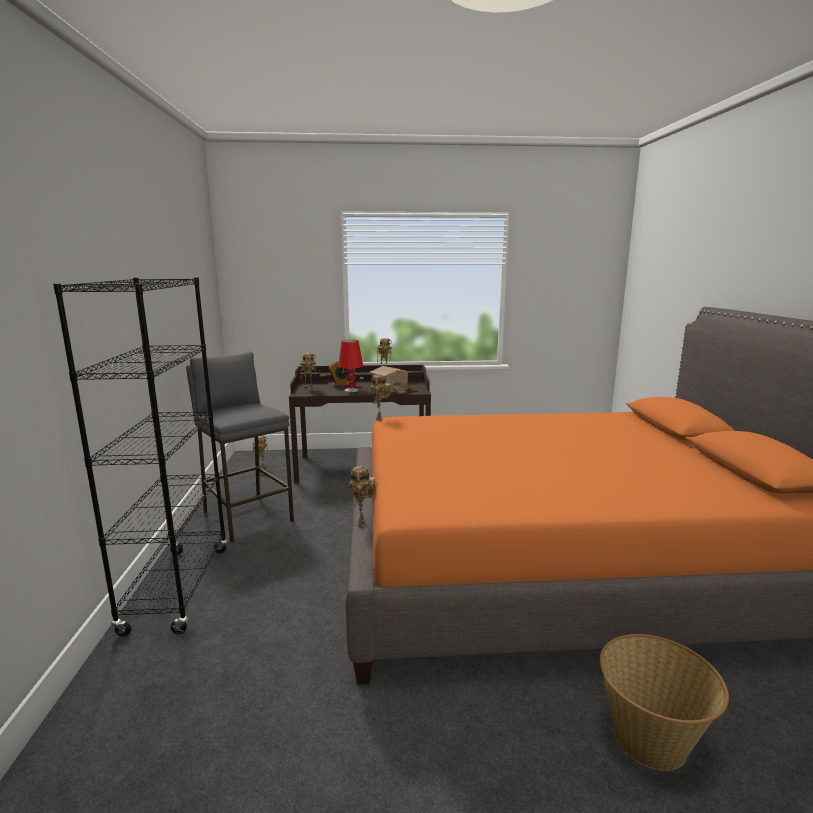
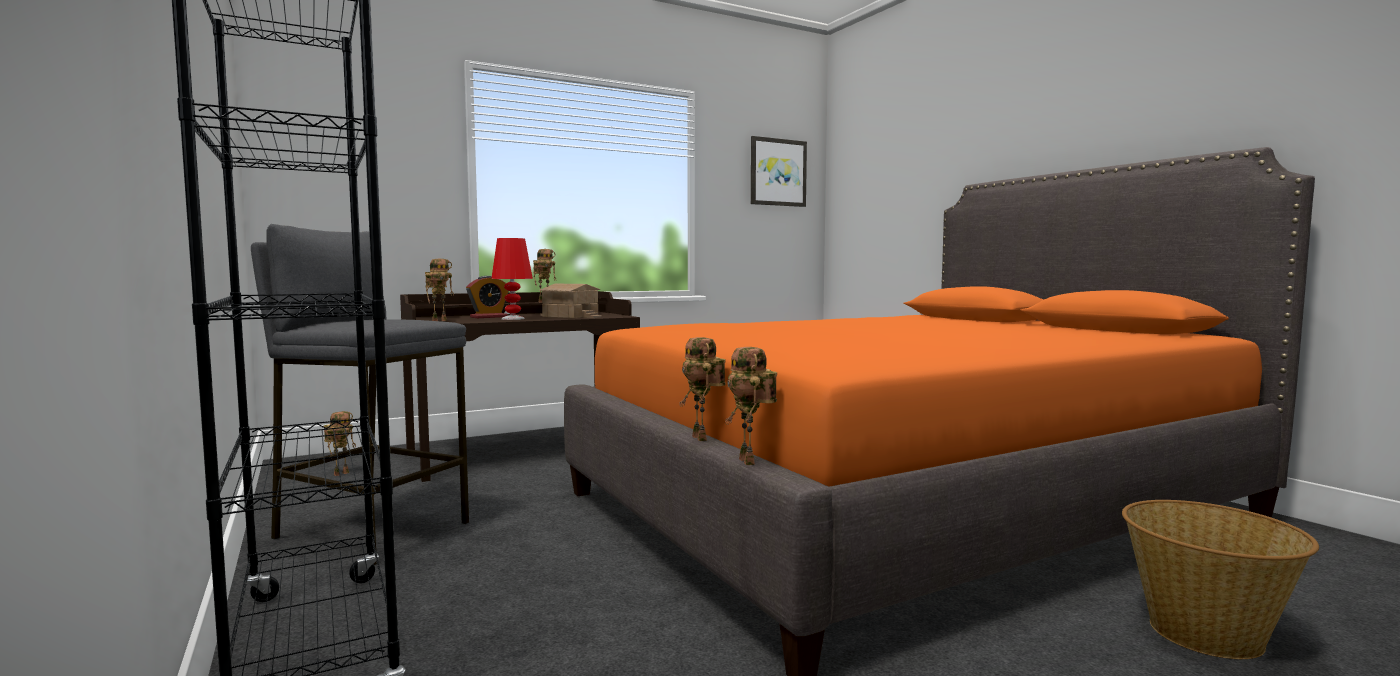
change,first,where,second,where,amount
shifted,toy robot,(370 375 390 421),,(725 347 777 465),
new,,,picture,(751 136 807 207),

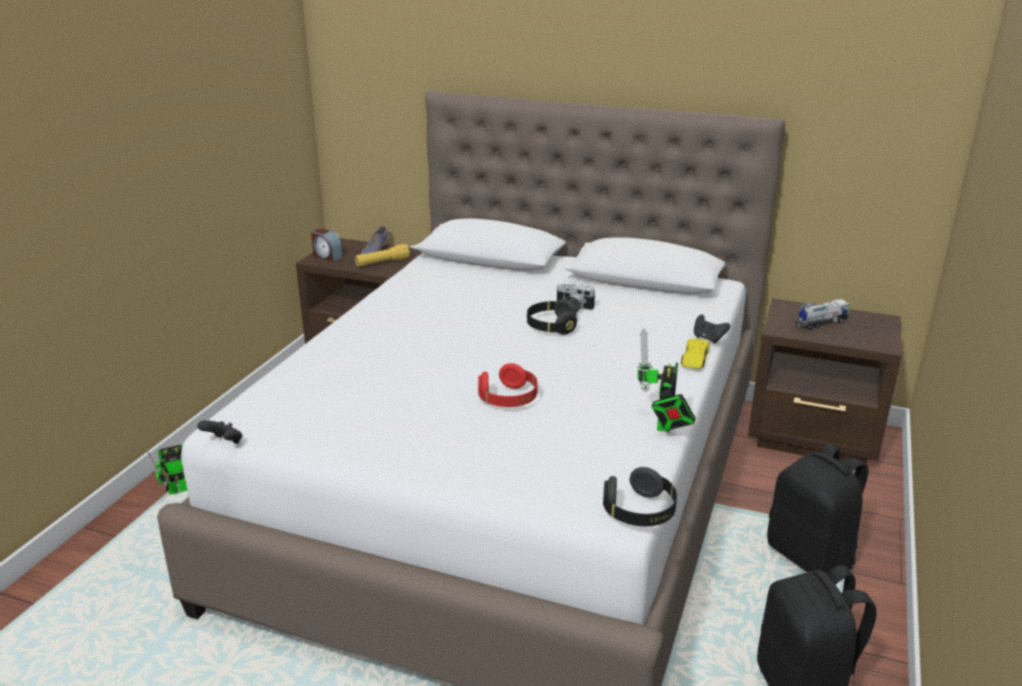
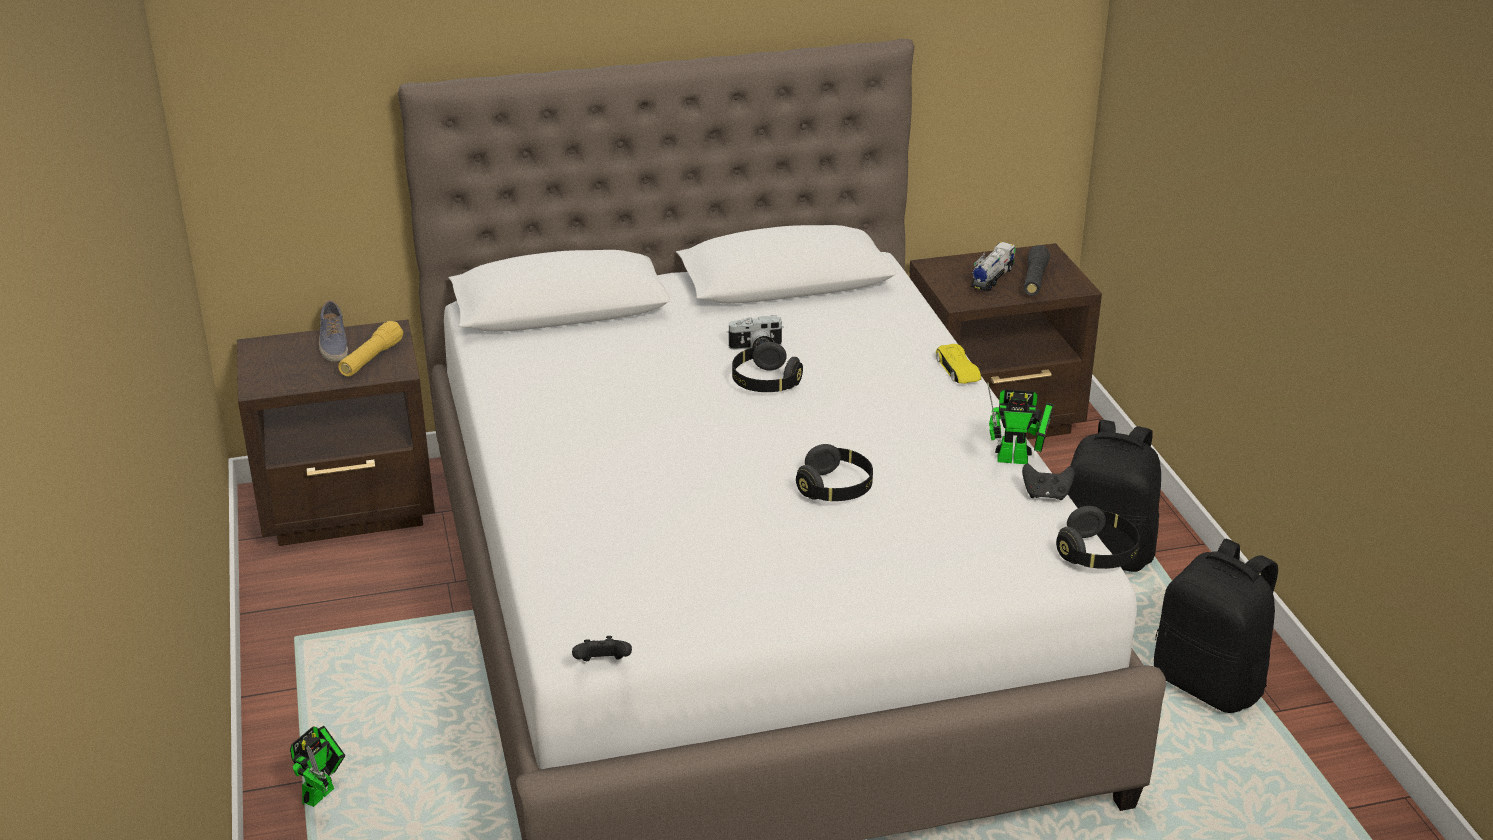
change,first,where,second,where,amount
repainted,headphones in red,(478 363 538 407),headphones in black,(796 444 873 501),
rotated,toy robot,(637 328 696 432),,(987 382 1054 464),60 degrees counterclockwise
shifted,game controller in black,(694 315 730 344),,(1022 463 1075 500),
new,,,flashlight in black,(1023 245 1050 296),
gone,alarm clock,(311 228 343 261),,,

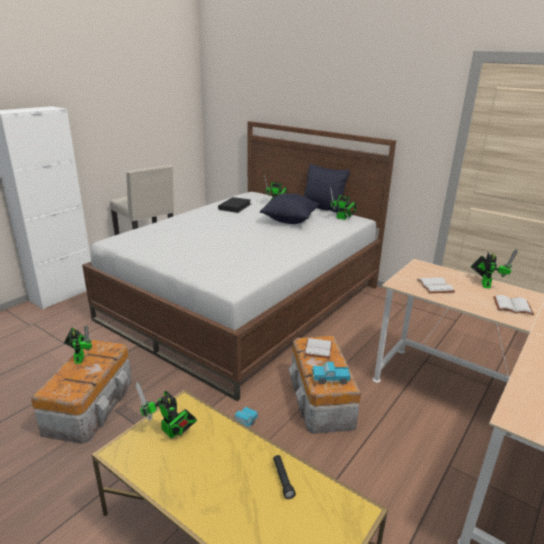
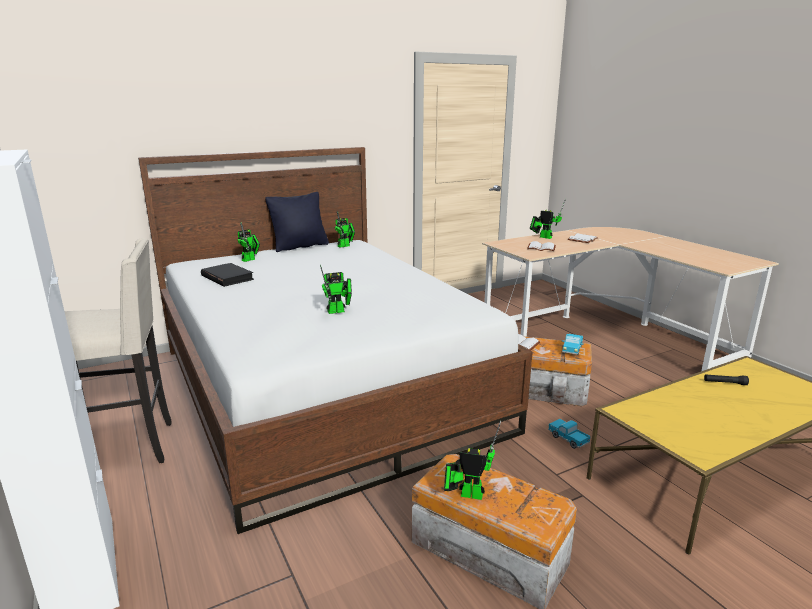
change,first,where,second,where,amount
shifted,toy robot,(136 382 197 438),,(320 264 352 314),
gone,pillow in black,(260 193 319 224),,,

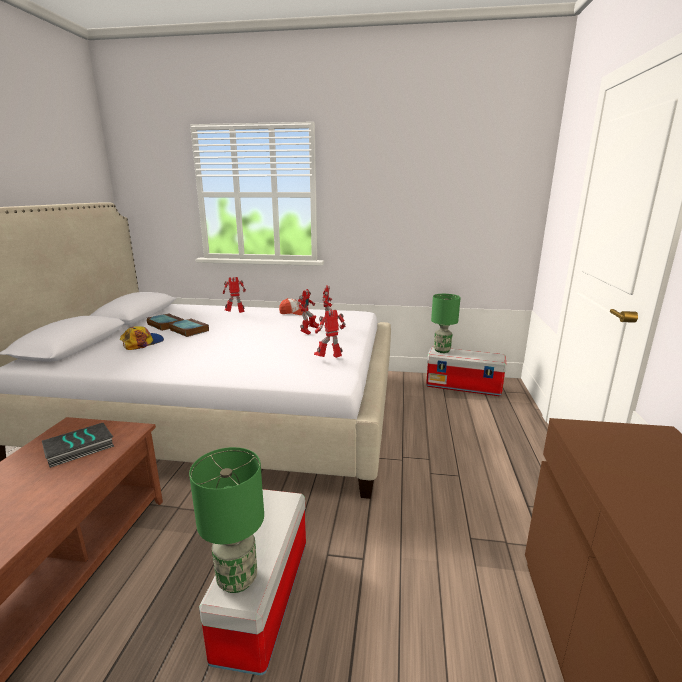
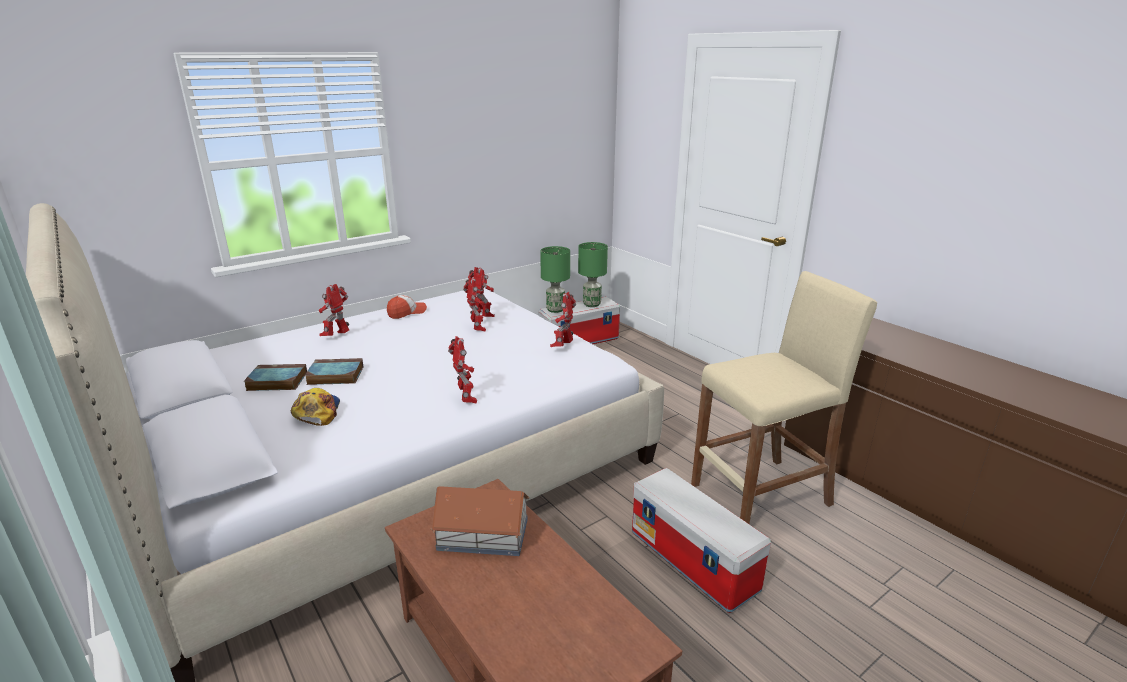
change,first,where,second,where,amount
swapped,book,(42 423 114 468),toy house,(430 486 529 556),
new,,,toy robot,(448 336 477 404),
shifted,table lamp in green,(189 447 264 593),,(578 242 608 307),
new,,,stool in beige,(691 271 877 524),

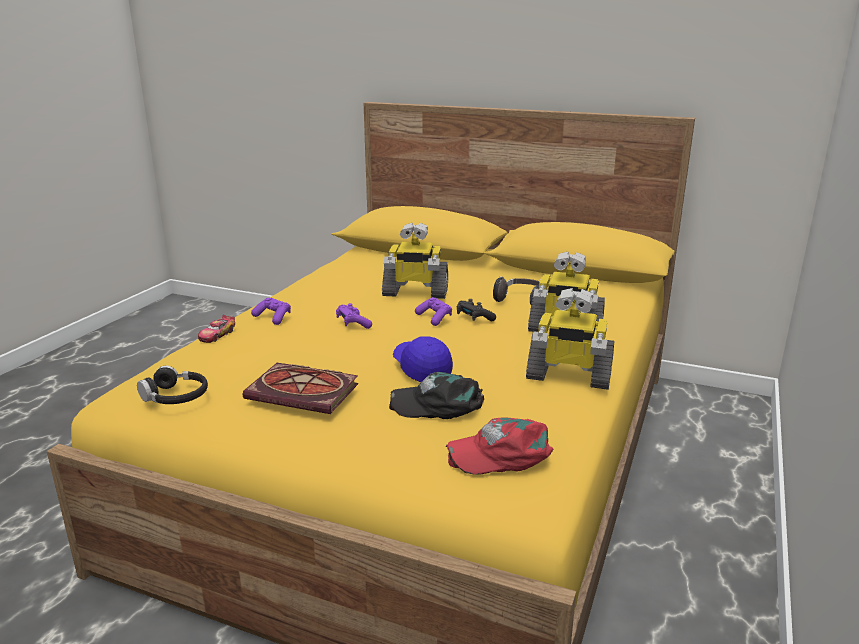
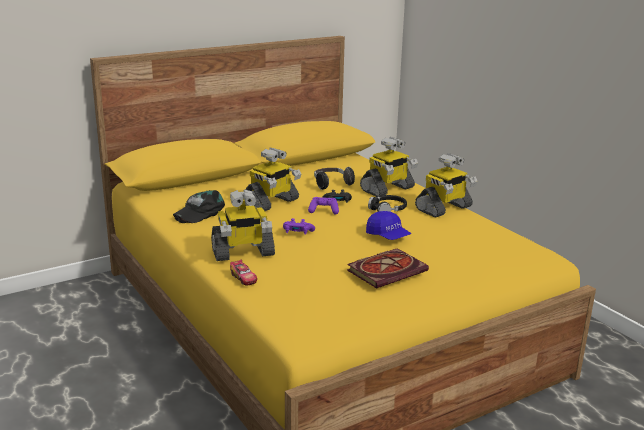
change,first,where,second,where,amount
shifted,cap in black,(389 372 484 419),,(173 190 225 223),
swapped,game controller in purple,(251 298 291 325),toy robot,(211 189 275 261),
rotated,cap in blue,(393 336 453 382),,(366 211 411 240),135 degrees counterclockwise
shifted,headphones in black,(137 365 208 404),,(368 195 407 212),
gone,cap in red,(446 418 553 475),,,

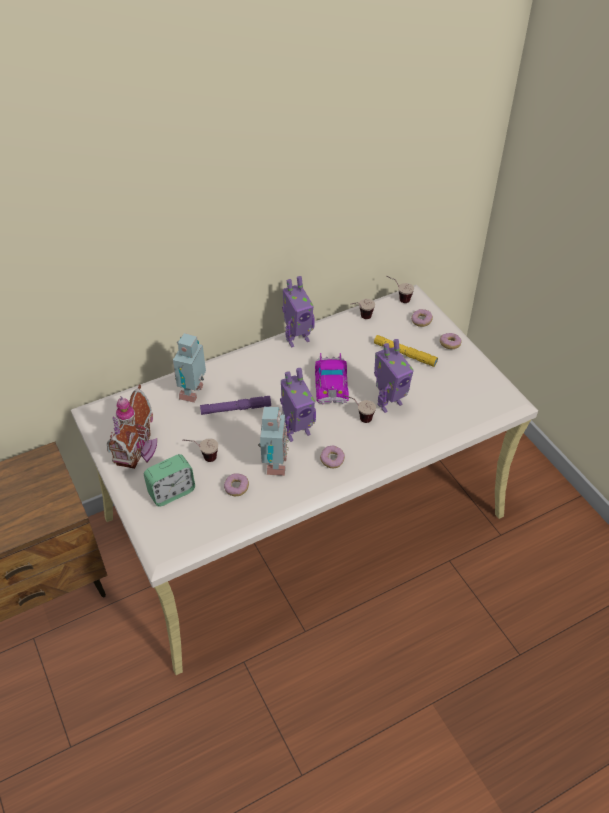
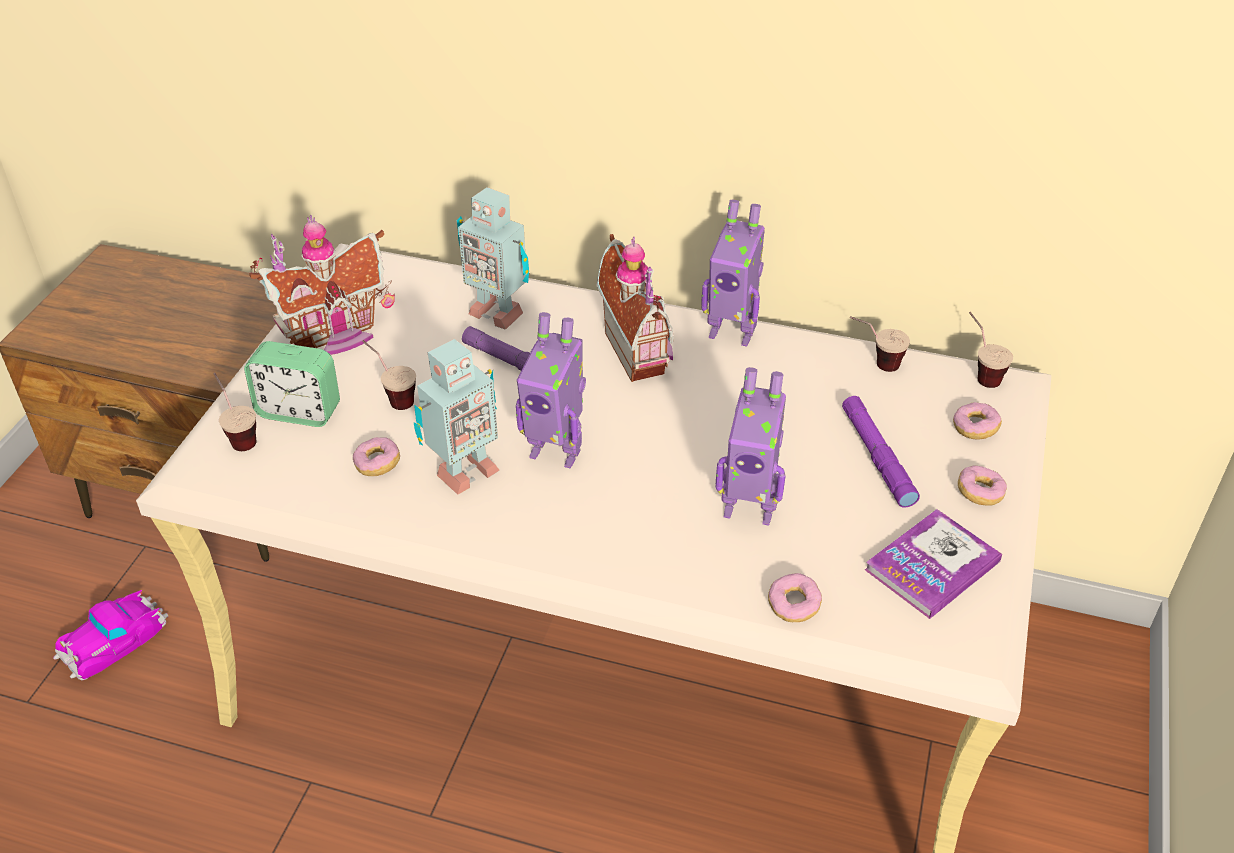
change,first,where,second,where,amount
shifted,toy car,(315 353 349 404),,(53 590 168 680),
shifted,cup,(343 395 376 423),,(213 372 256 451),
rotated,toy robot,(173 333 206 403),,(457 187 529 330),120 degrees counterclockwise
new,,,toy house,(596 234 674 382),
shifted,donut,(320 445 345 468),,(768 573 822 622),
repainted,flashlight in yellow,(374 335 438 367),flashlight in purple,(842 396 920 508),
new,,,book,(865 509 1002 619),

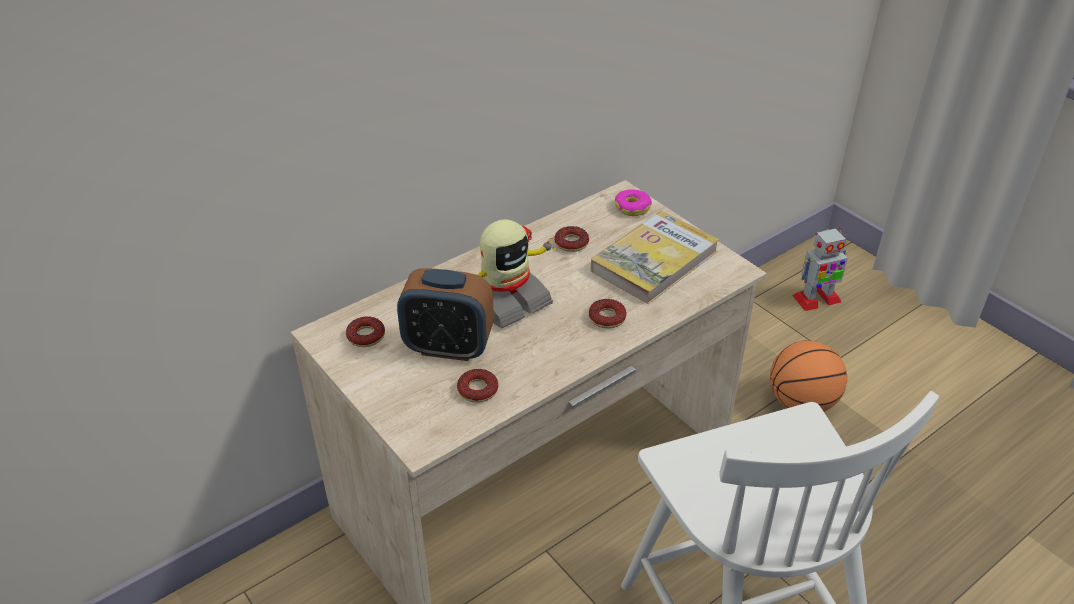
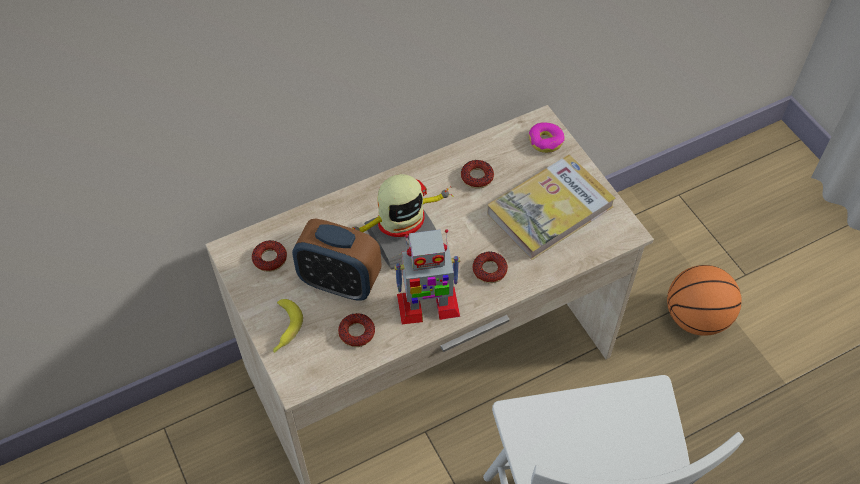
change,first,where,second,where,amount
new,,,banana,(273 299 303 353),
shifted,toy robot,(792 227 848 311),,(394 229 460 324),

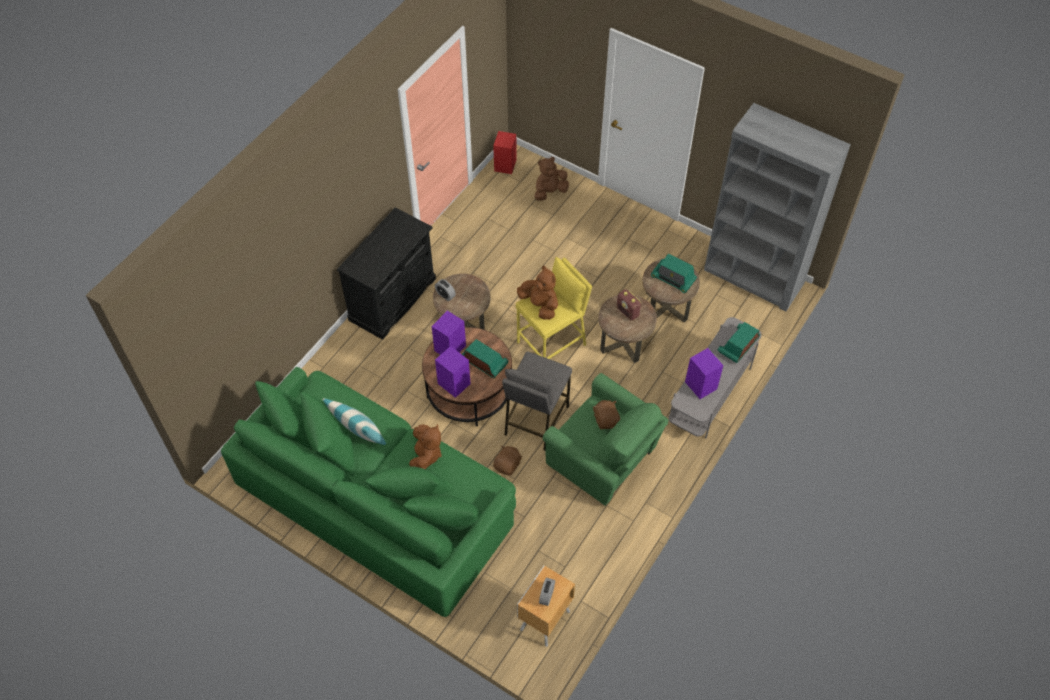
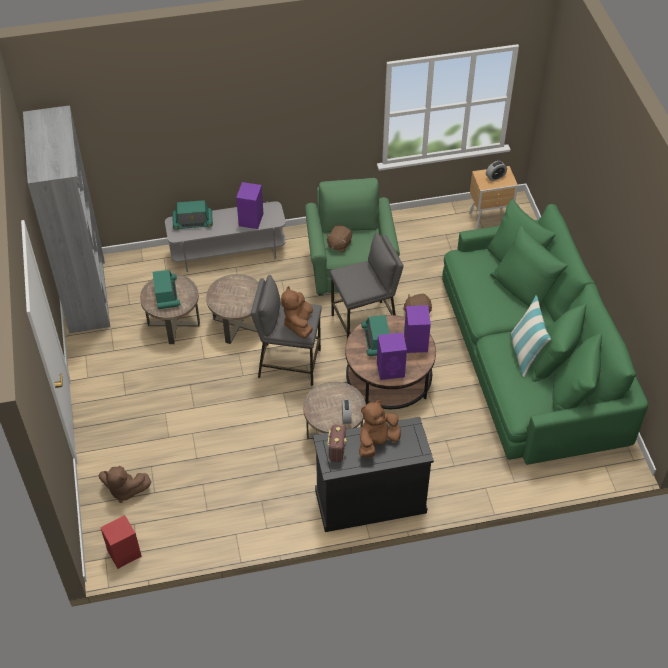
change,first,where,second,where,amount
repainted,stool in yellow,(516 257 592 359),stool in grey,(251 275 322 386),
shifted,radio,(617 289 641 321),,(327 425 347 462),
shifted,plush toy in brown,(409 424 442 469),,(359 400 401 458),

